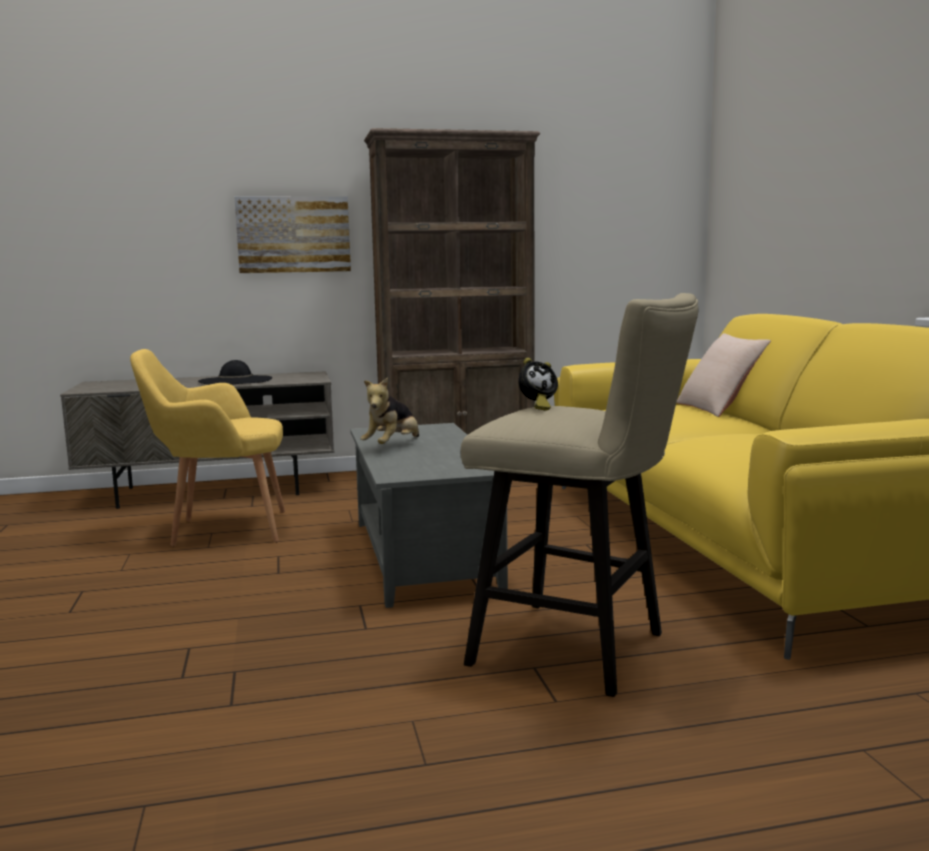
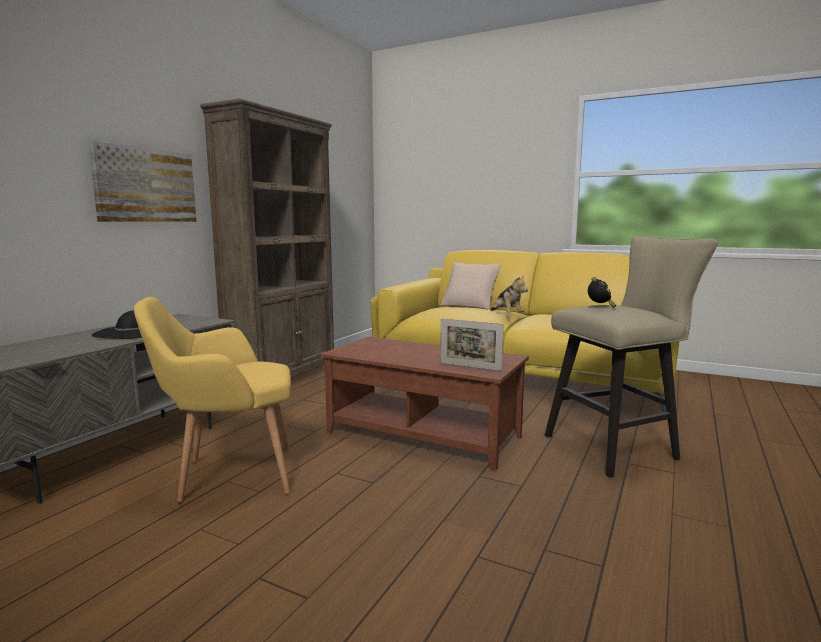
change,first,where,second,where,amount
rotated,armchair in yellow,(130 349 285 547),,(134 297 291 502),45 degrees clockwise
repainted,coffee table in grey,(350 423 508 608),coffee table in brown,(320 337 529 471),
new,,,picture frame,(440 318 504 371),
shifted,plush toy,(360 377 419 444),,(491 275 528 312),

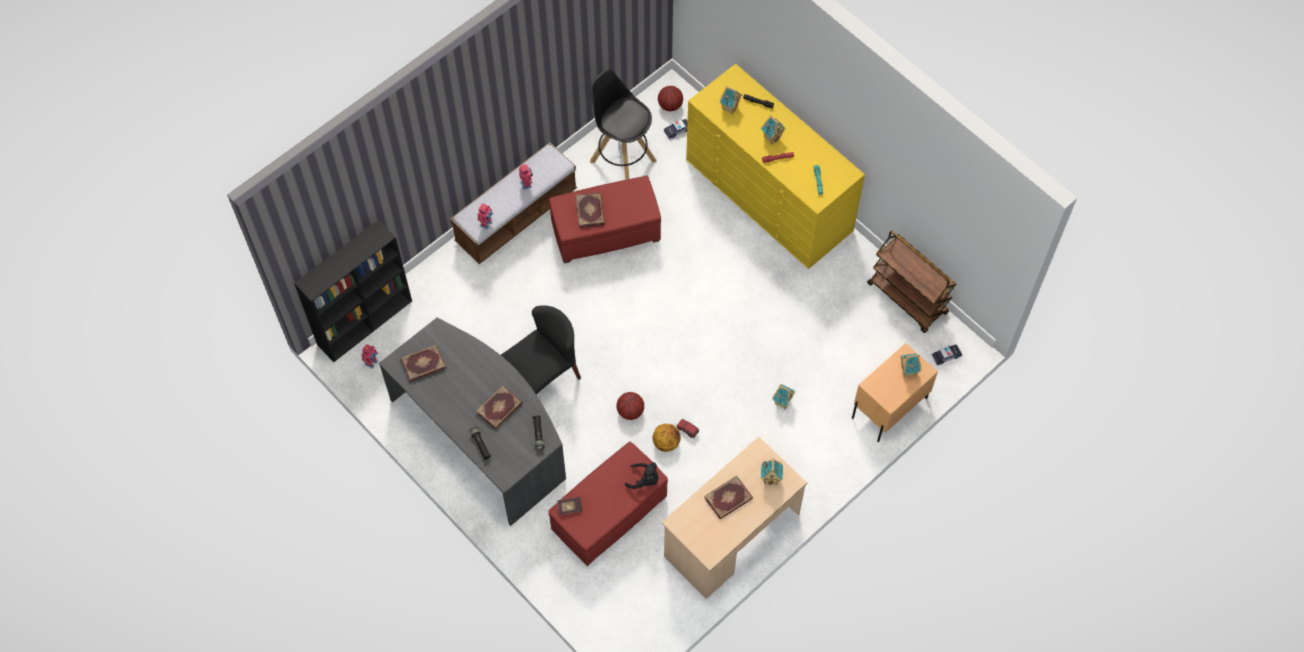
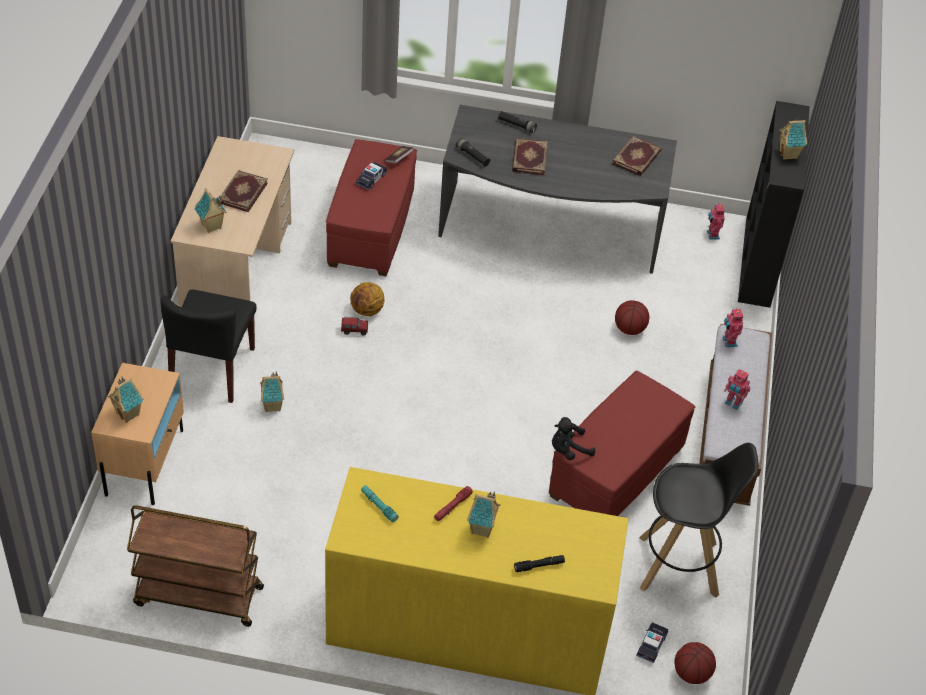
change,first,where,second,where,amount
shifted,chair in black,(501 305 581 395),,(161 289 257 403),
shifted,toy car,(932 344 962 365),,(356 162 387 190),
shifted,plush toy in black,(625 462 659 489),,(552 417 595 460),
shifted,basketball,(616 392 644 420),,(615 300 649 335),
shifted,toy house,(719 86 742 114),,(779 117 807 160),
gone,book,(576 192 605 228),,,

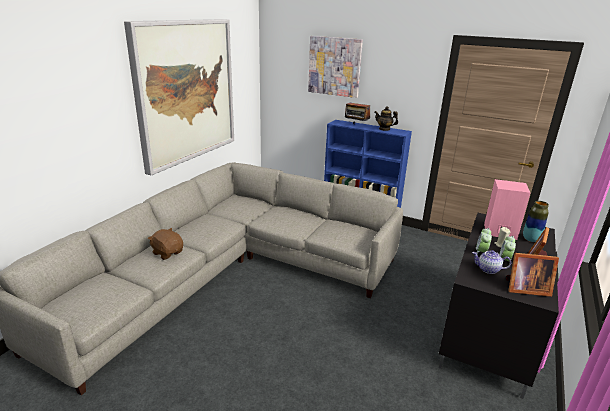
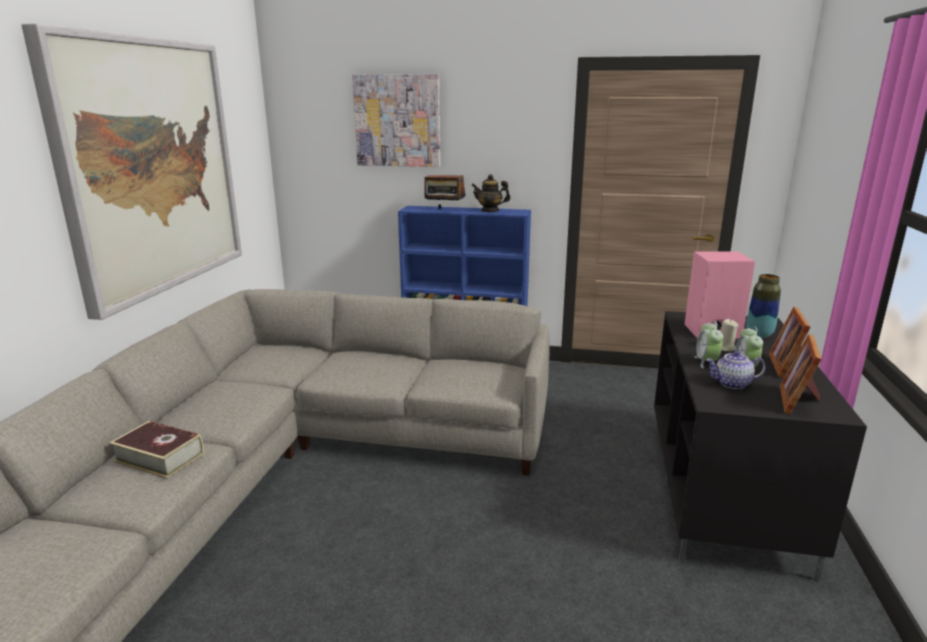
change,first,where,second,where,amount
swapped,plush toy in brown,(148 228 183 260),book,(109 421 204 479),
rotated,picture frame,(506 253 559 297),,(780 334 822 415),120 degrees clockwise

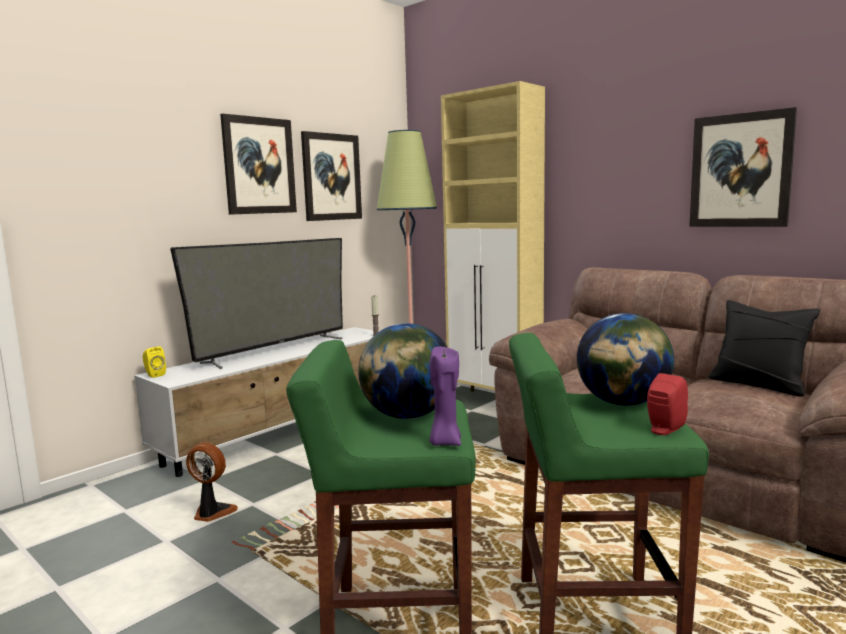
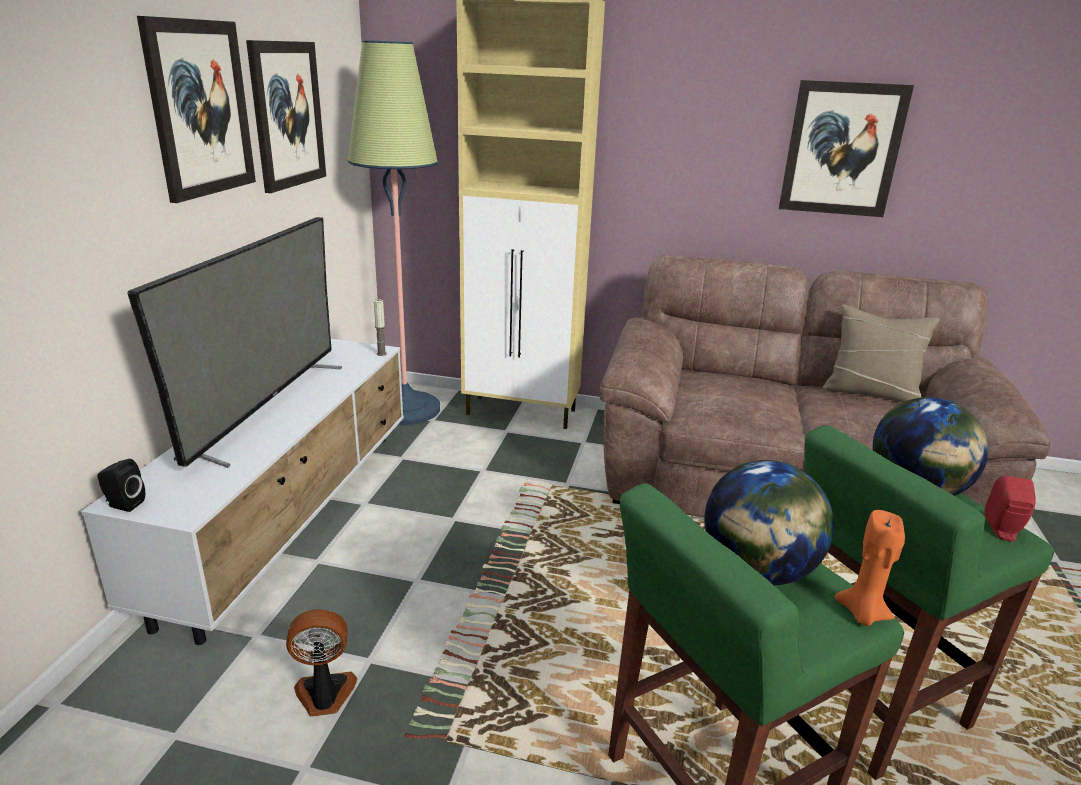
change,first,where,second,where,amount
repainted,speaker in yellow,(143 346 166 378),speaker in black,(98 459 145 512),
repainted,pillow in black,(709 300 820 397),pillow in beige,(823 304 940 403),
repainted,candle in purple,(429 347 461 446),candle in orange,(835 510 905 626),

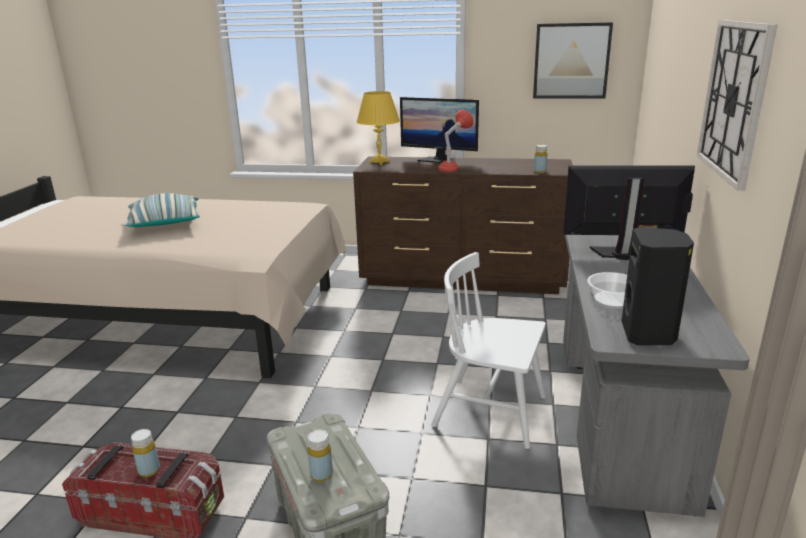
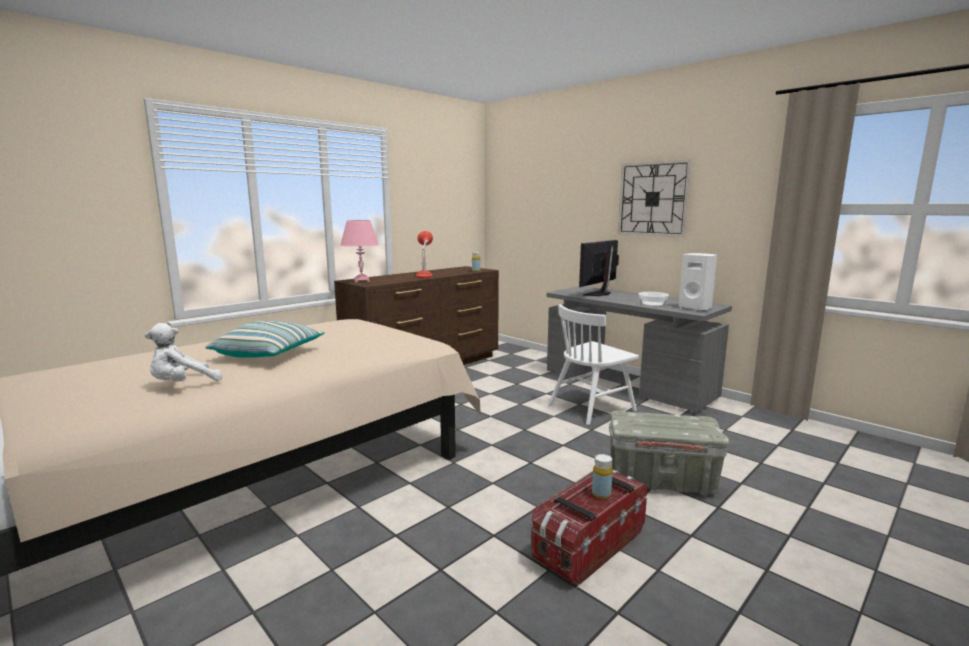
change,first,where,second,where,amount
new,,,plush toy in white,(145 323 222 381),
repainted,table lamp in yellow,(356 91 400 165),table lamp in pink,(340 220 379 283),
repainted,speaker in black,(622 227 694 346),speaker in white,(679 253 717 311),
gone,bottle in yellow,(308 430 333 482),,,
gone,monitor,(400 97 479 163),,,
gone,picture,(533 22 613 99),,,

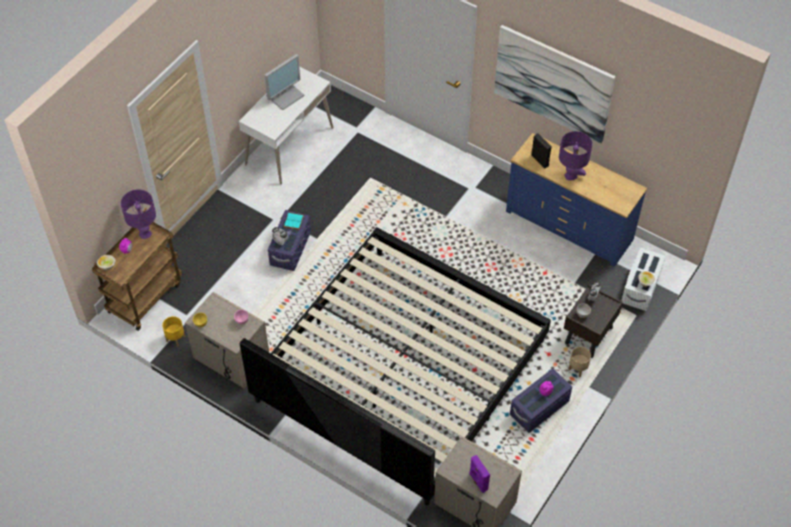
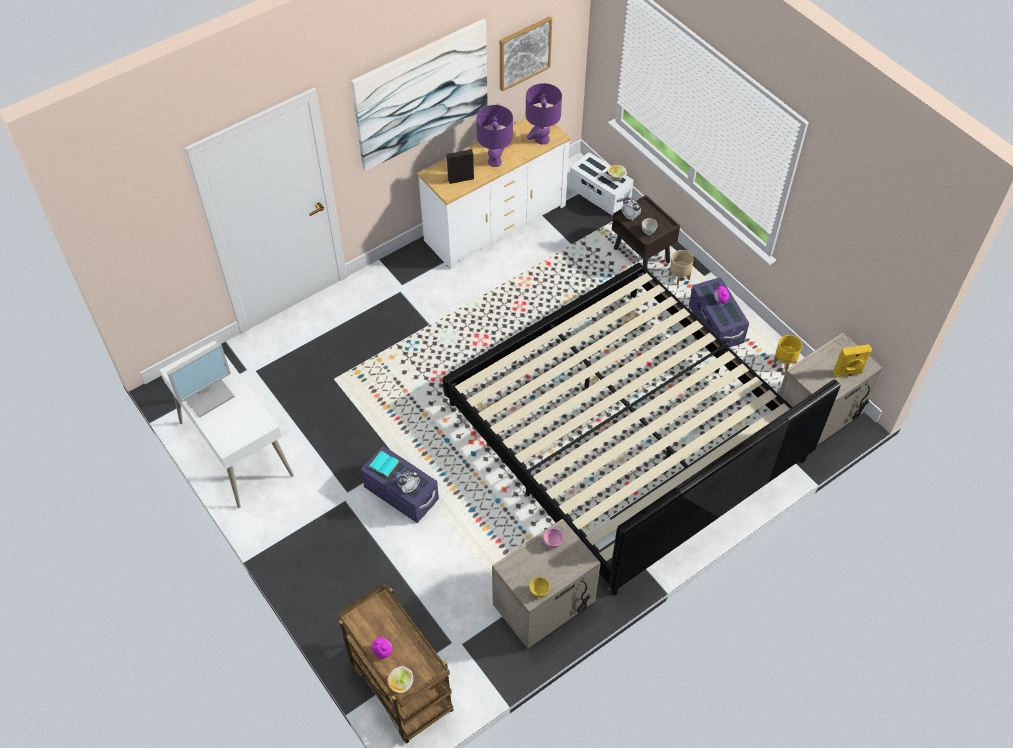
change,first,where,second,where,amount
rotated,monitor,(265 54 305 110),,(167 342 235 418),75 degrees clockwise
repainted,dresser in blue,(506 133 647 267),dresser in white,(417 118 571 269),
new,,,picture,(500 16 552 92),
shifted,table lamp in purple,(121 189 156 239),,(526 83 562 145),
shifted,planter in yellow,(162 316 185 347),,(773 335 802 372),
repainted,speaker in purple,(469 455 490 493),speaker in yellow,(833 344 872 377),

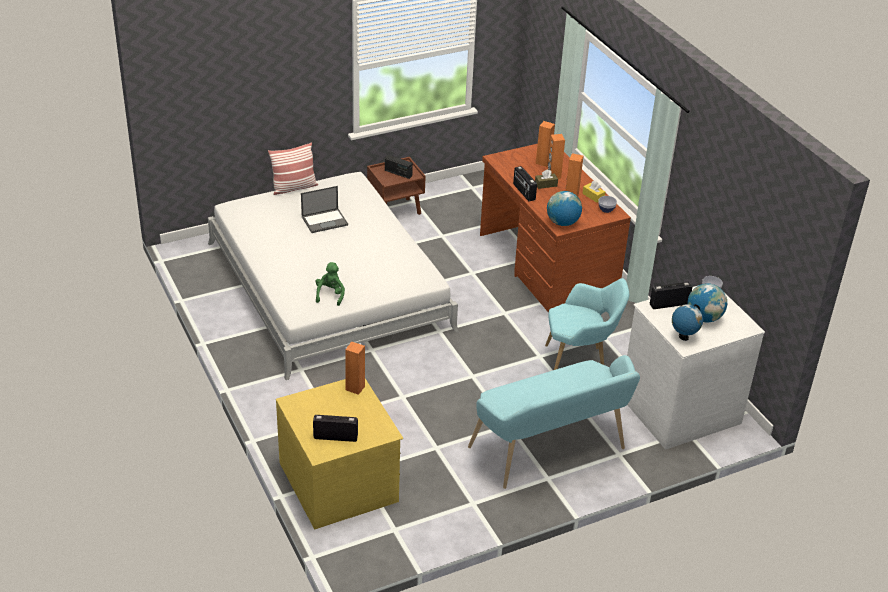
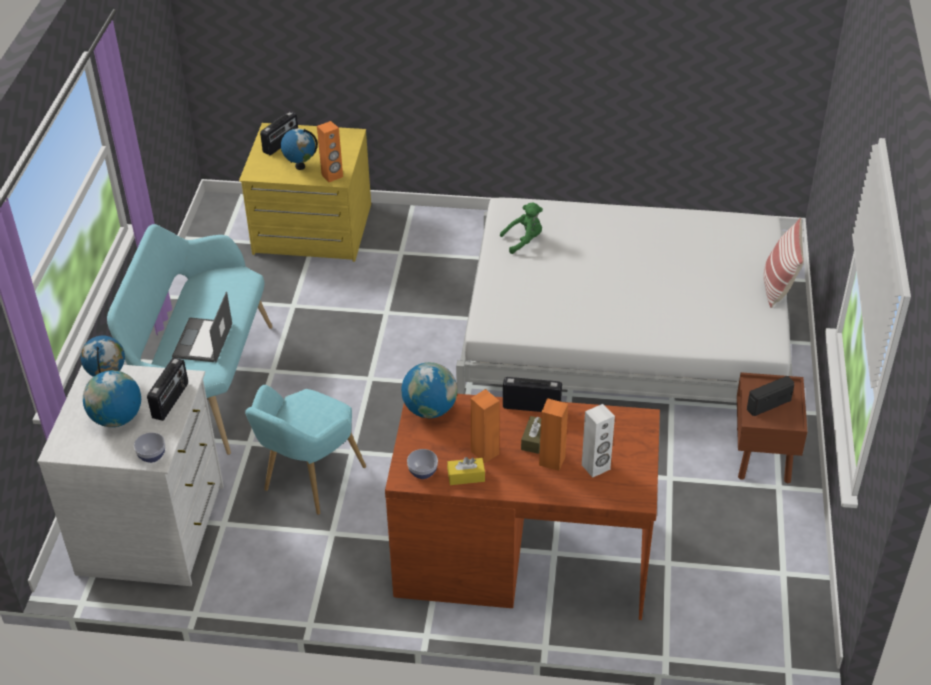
change,first,where,second,where,amount
shifted,laptop,(301 186 348 233),,(172 292 232 362),
new,,,globe,(281 128 318 170),
rotated,plush toy in green,(315 262 345 306),,(500 202 543 254),60 degrees counterclockwise
repainted,speaker in orange,(536 121 555 167),speaker in white,(582 404 615 478),

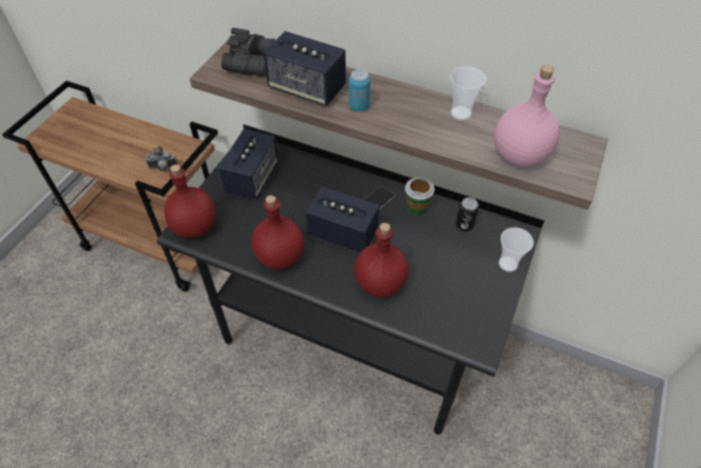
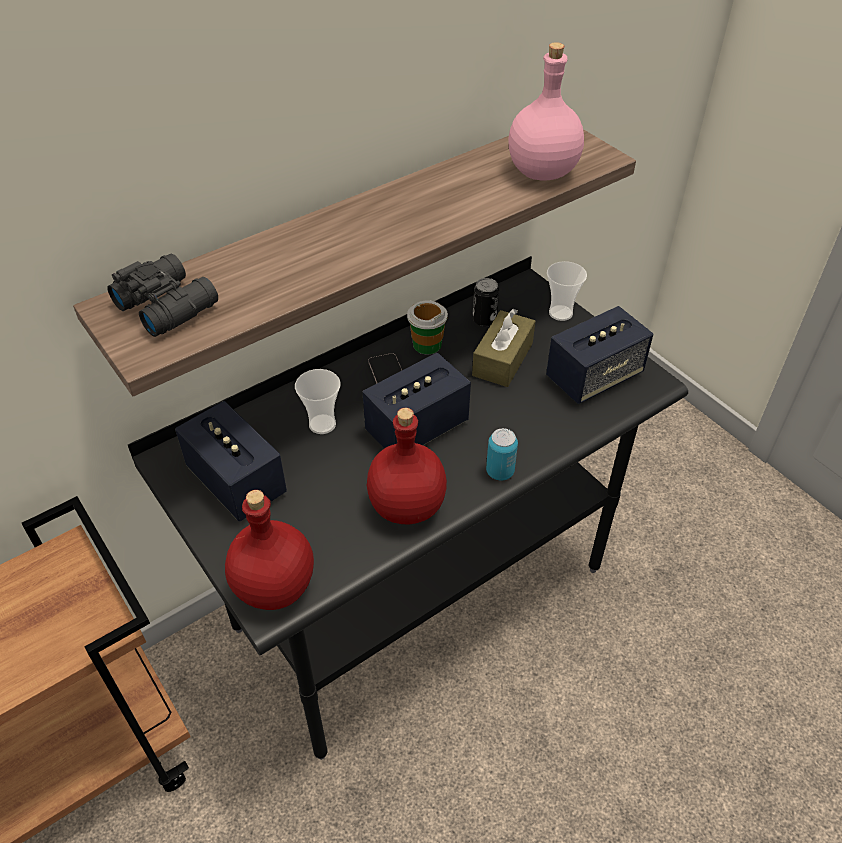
change,first,where,second,where,amount
shifted,cup,(450 66 486 120),,(295 369 341 434),
new,,,tissue box in brown,(472 309 535 387),
shifted,can,(349 69 370 111),,(486 428 518 481),
shifted,speaker,(263 31 346 106),,(546 306 653 404),
gone,photo camera,(145 146 177 171),,,
gone,bottle in red,(354 223 409 298),,,

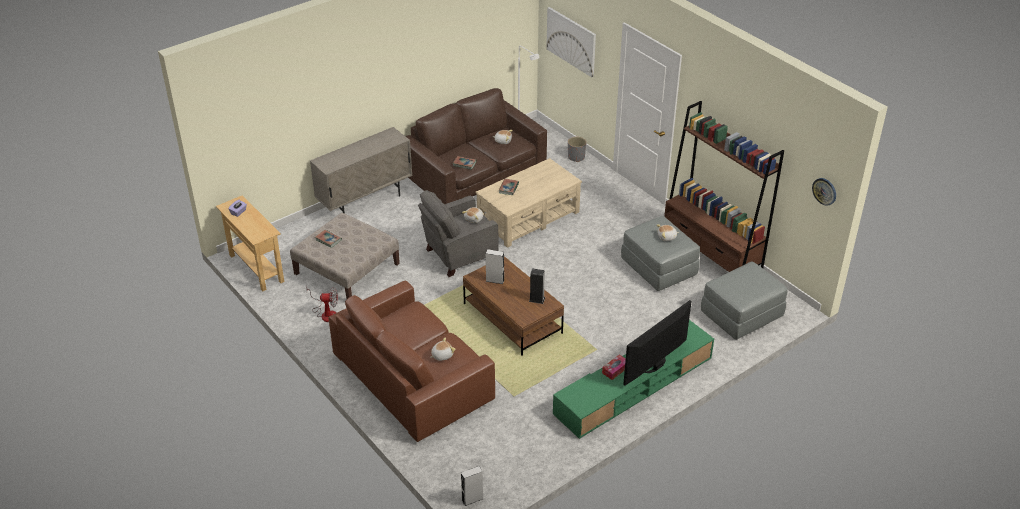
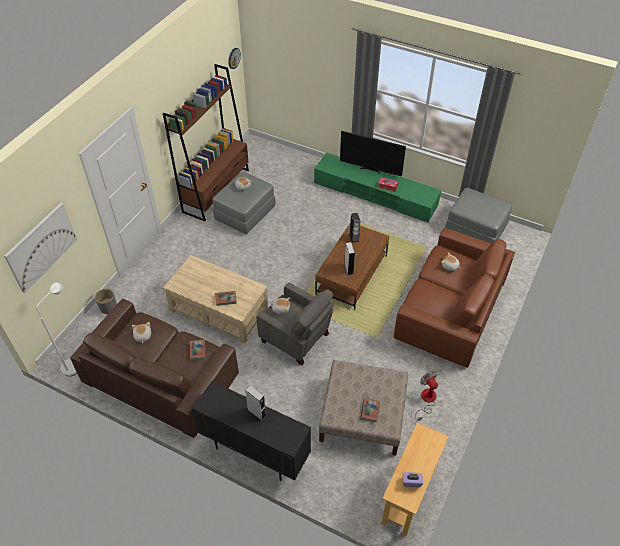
change,first,where,second,where,amount
repainted,cabinet in beige,(310 127 412 214),cabinet in black,(192 381 311 481),
shifted,speaker in grey,(461 466 483 506),,(245 385 266 421),
shifted,ottoman in grey,(701 261 787 340),,(445 188 512 244),

